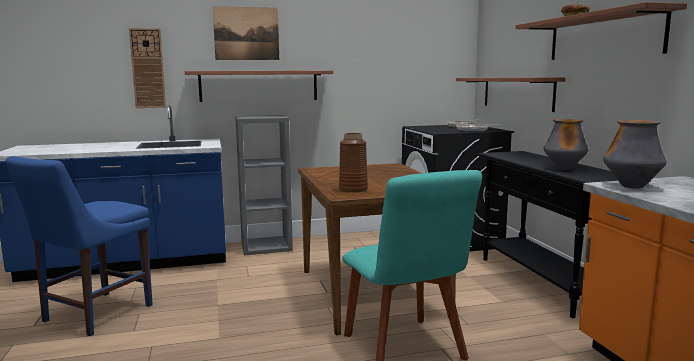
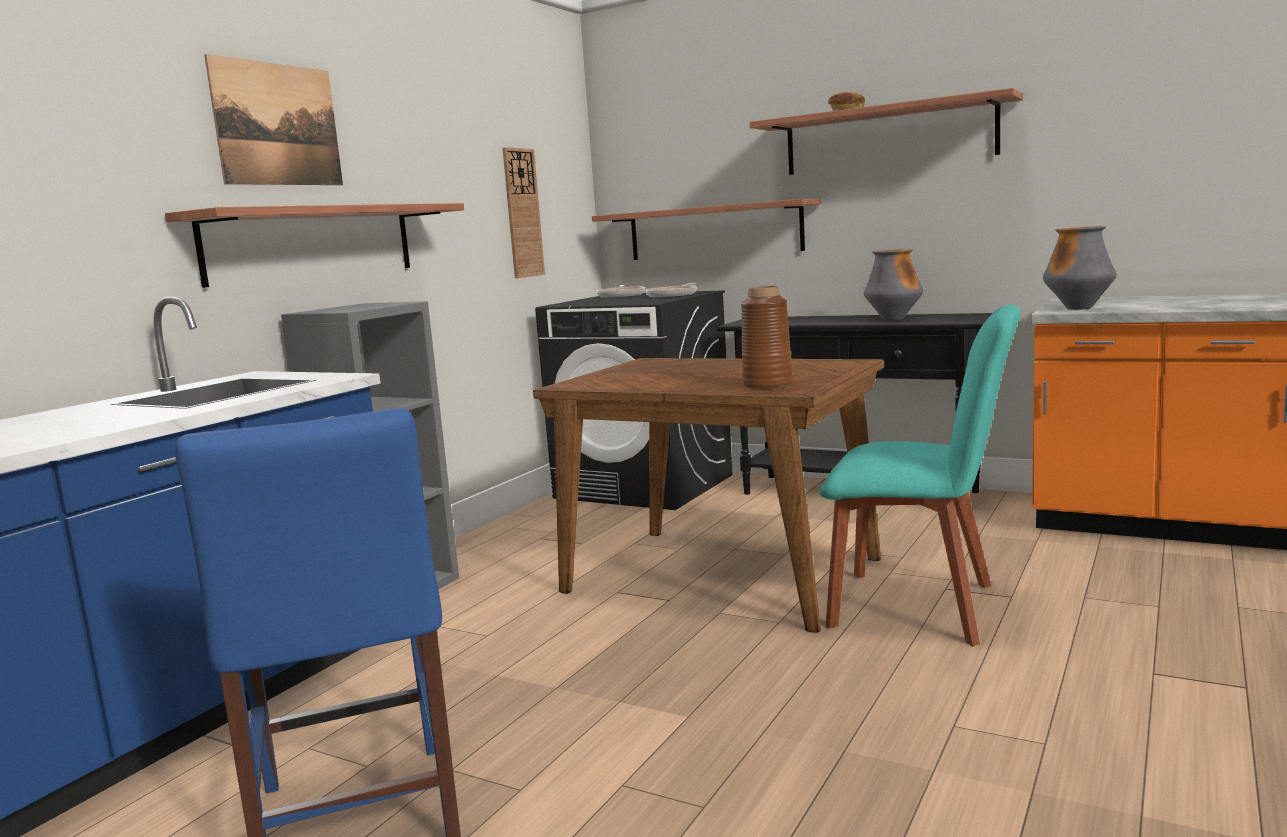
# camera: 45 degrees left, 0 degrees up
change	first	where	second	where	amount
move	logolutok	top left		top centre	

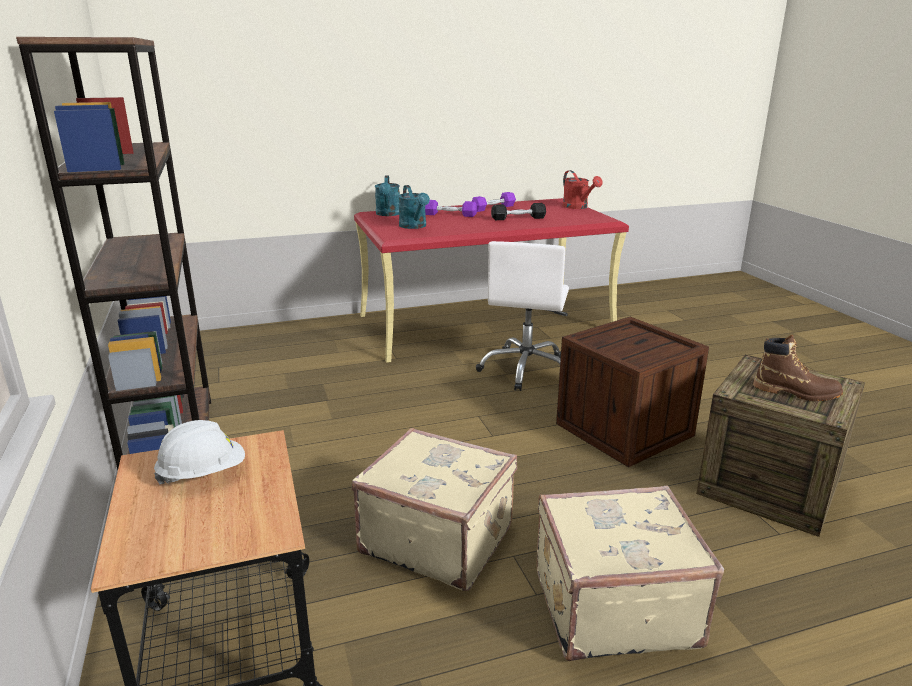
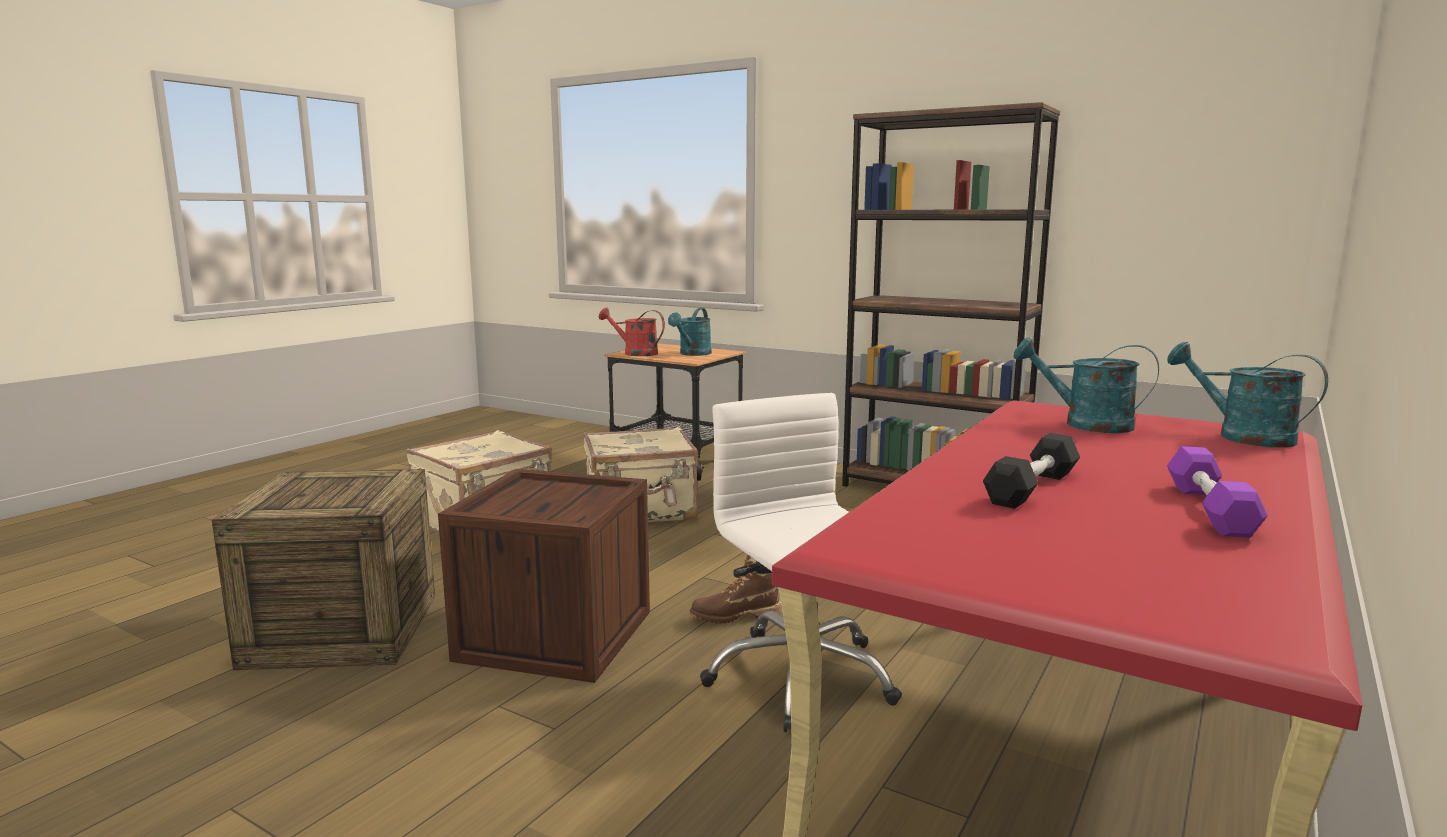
# camera: 140 degrees right, 10 degrees down
change	first	where	second	where	amount
delete	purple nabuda (1st from left)	top centre			
move	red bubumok	top centre		centre	
move	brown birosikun	middle right		bottom centre	
replace	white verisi	middle left	turquoise bubumok (1st from left)	centre	

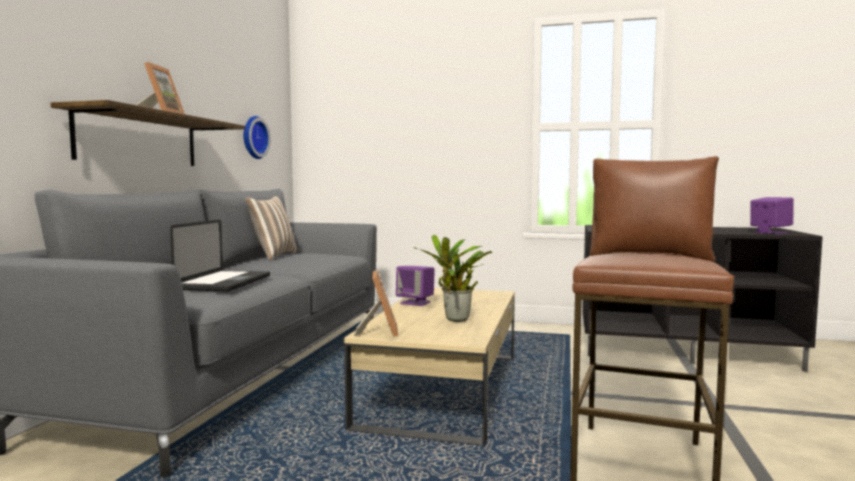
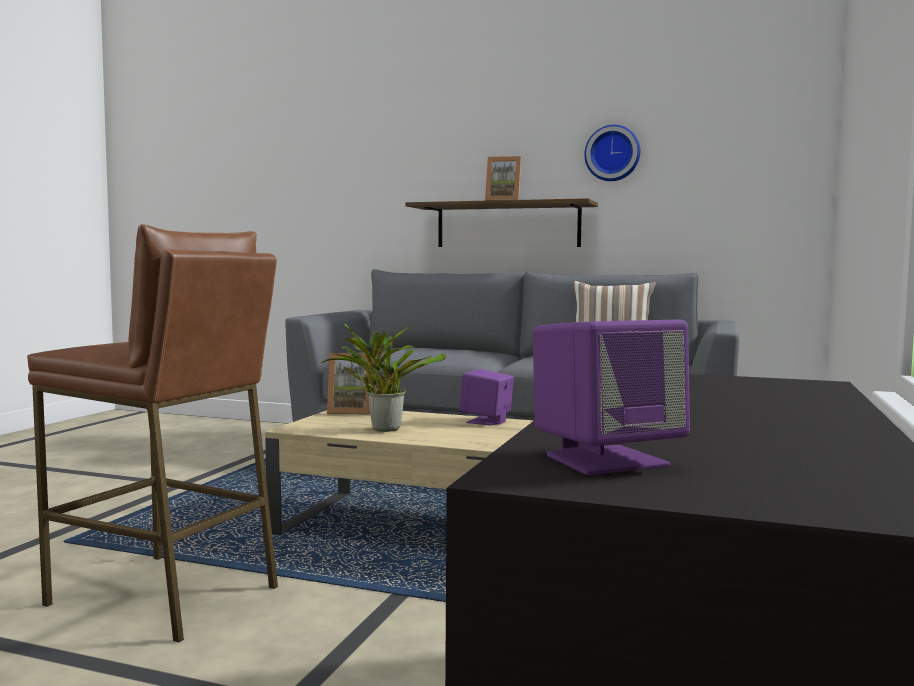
# camera: 95 degrees right, 0 degrees up
change	first	where	second	where	amount
delete	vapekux	middle left			
move	logolutok	top left		top right	

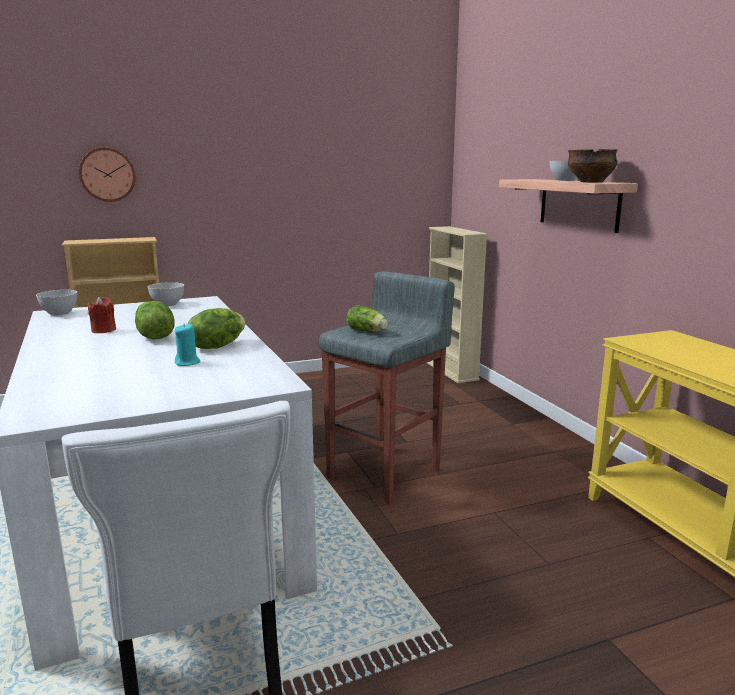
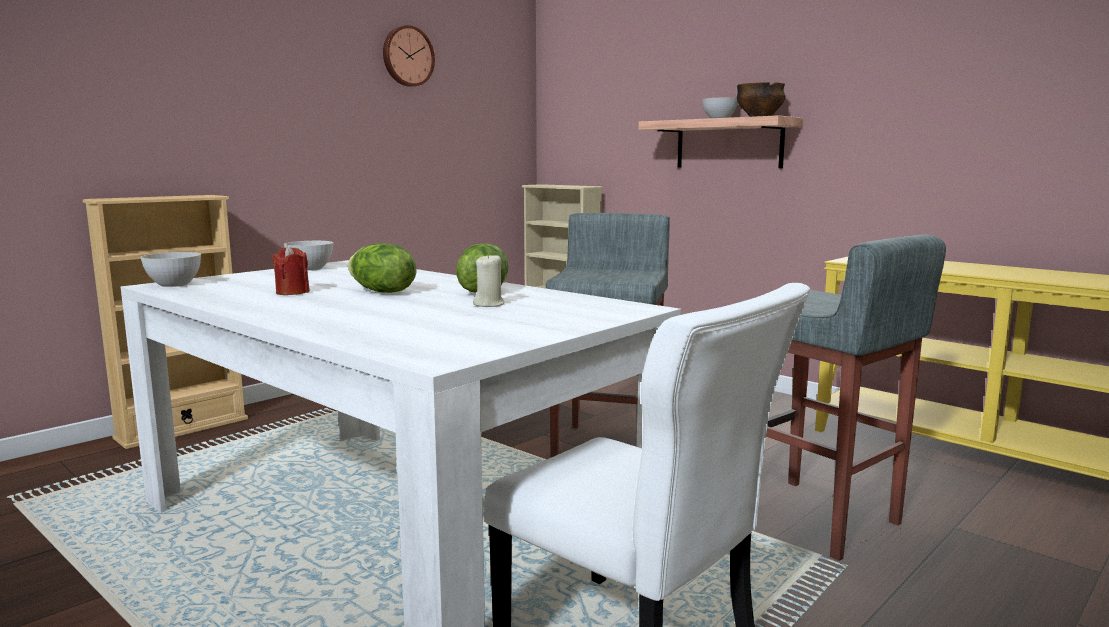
# camera: 25 degrees left, 5 degrees down
change	first	where	second	where	amount
delete	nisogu (3rd from left)	centre			
insert			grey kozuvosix (2nd from left)	middle right	
move	logolutok	top left		top centre	
recolor	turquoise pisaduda	middle left	beige pisaduda	centre	

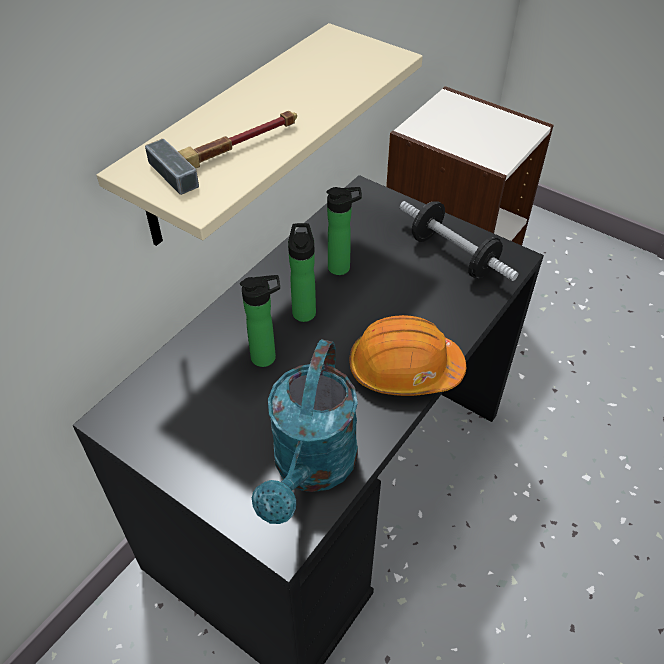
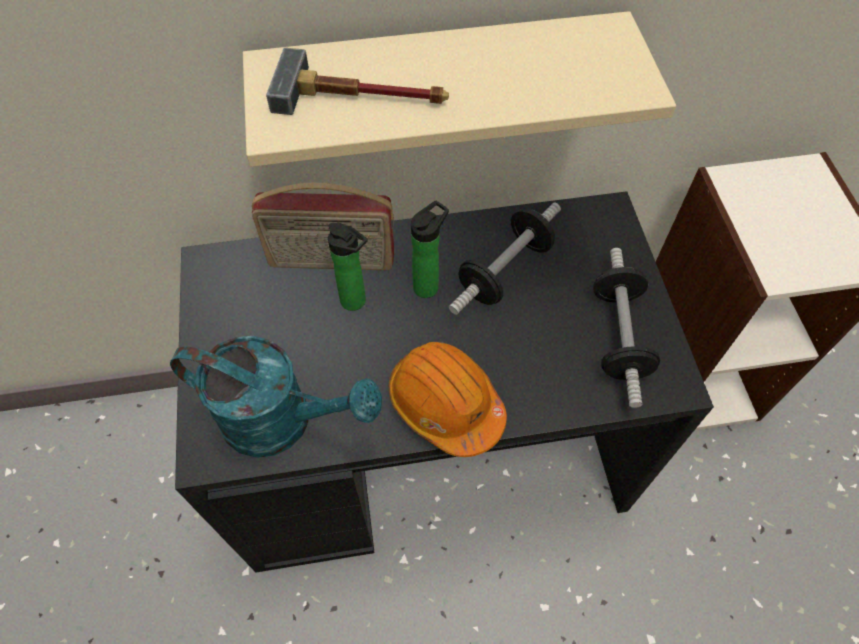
# camera: 45 degrees right, 10 degrees up
change	first	where	second	where	amount
insert			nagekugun	centre	
replace	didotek (3rd from left)	centre	nabuda (1st from left)	centre	
rotate	turquoise bubumok	centre		middle left	135 degrees counterclockwise

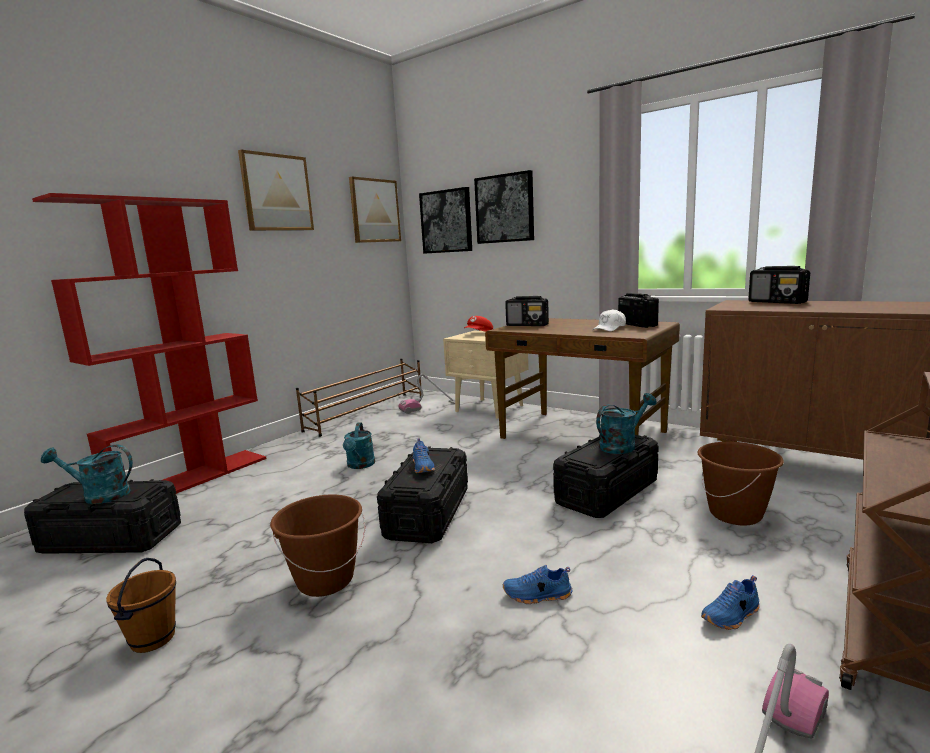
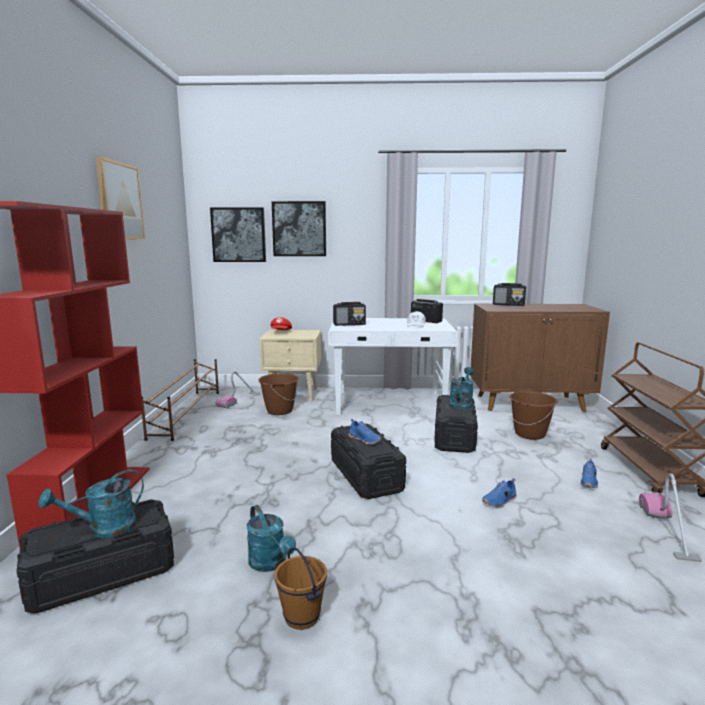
# camera: 35 degrees left, 0 degrees up
change	first	where	second	where	amount
delete	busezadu (2nd from left)	top centre			
move	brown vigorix (2nd from left in the first image)	bottom centre	brown vigorix (1st from left)	centre	
move	turquoise bubumok (2nd from left)	centre		bottom centre	
recolor	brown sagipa	centre	white sagipa	centre	

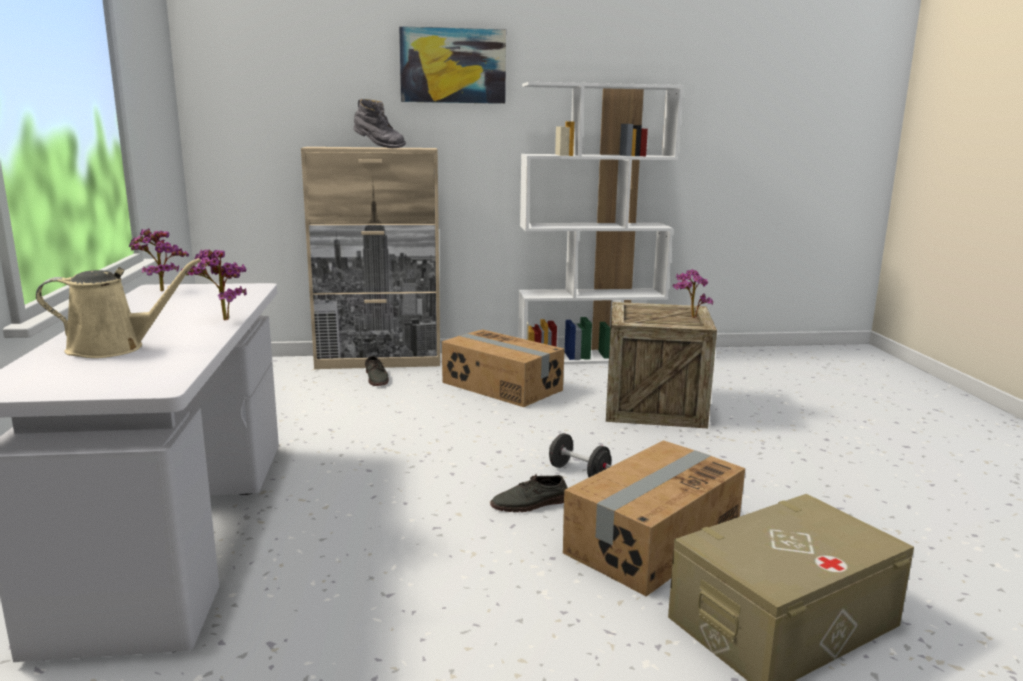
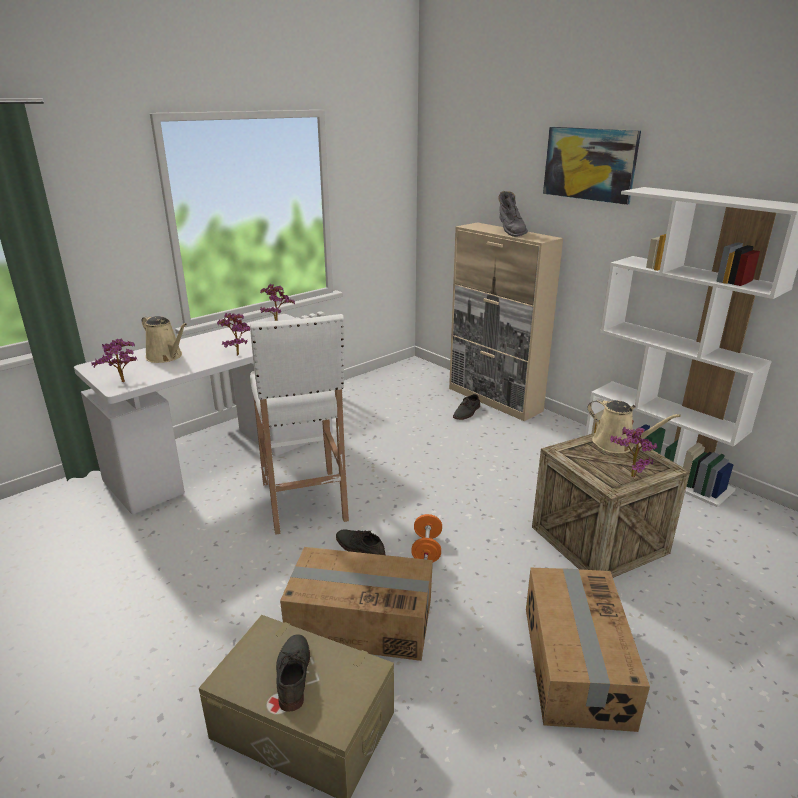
# camera: 55 degrees right, 10 degrees up
change	first	where	second	where	amount
insert			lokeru (1st from left)	middle left	
insert			white kozuvosix	centre	
insert			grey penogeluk (1st from left)	bottom centre	
insert			beige bubumok (2nd from left)	middle right	
move	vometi (1st from left in the first image)	centre	vometi (2nd from left)	bottom right	
recolor	black nabuda	bottom centre	orange nabuda	bottom centre	

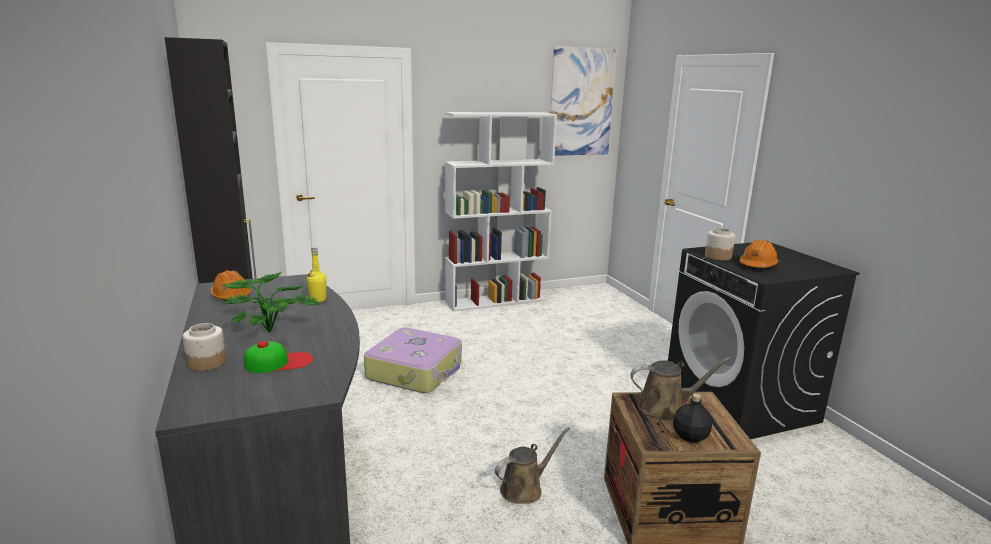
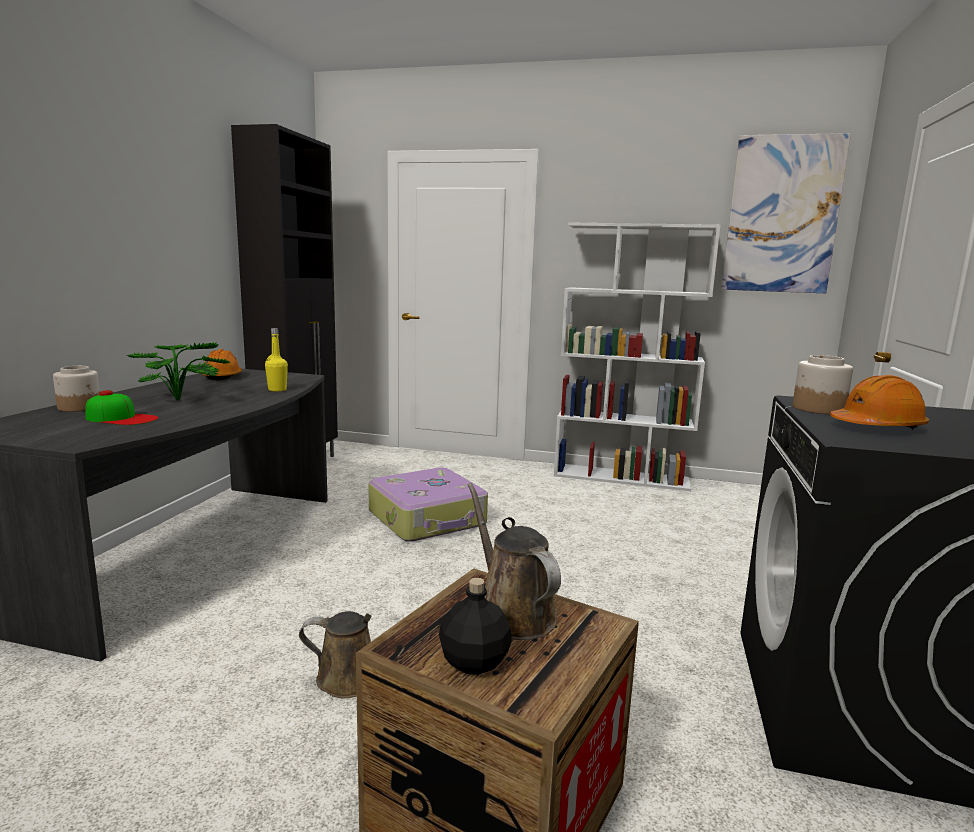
# camera: 35 degrees right, 5 degrees down
change	first	where	second	where	amount
rotate	brown bubumok (2nd from left)	bottom right		bottom centre	150 degrees counterclockwise

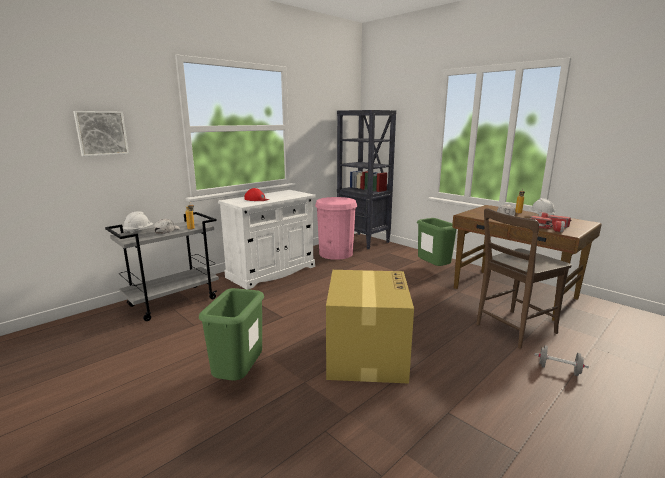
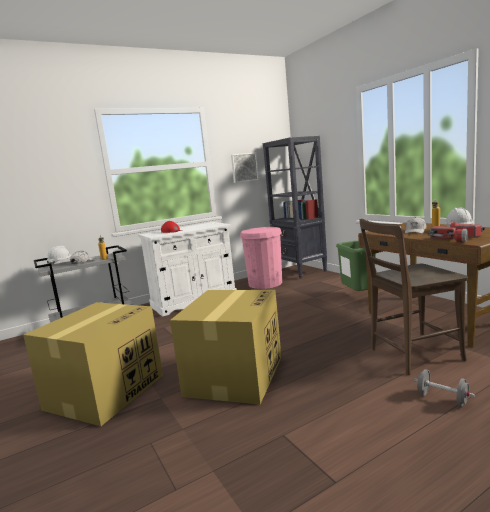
# camera: 15 degrees right, 5 degrees down
change	first	where	second	where	amount
move	busezadu	top left		top centre	
replace	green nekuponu (1st from left)	bottom centre	vometi (1st from left)	bottom left	

